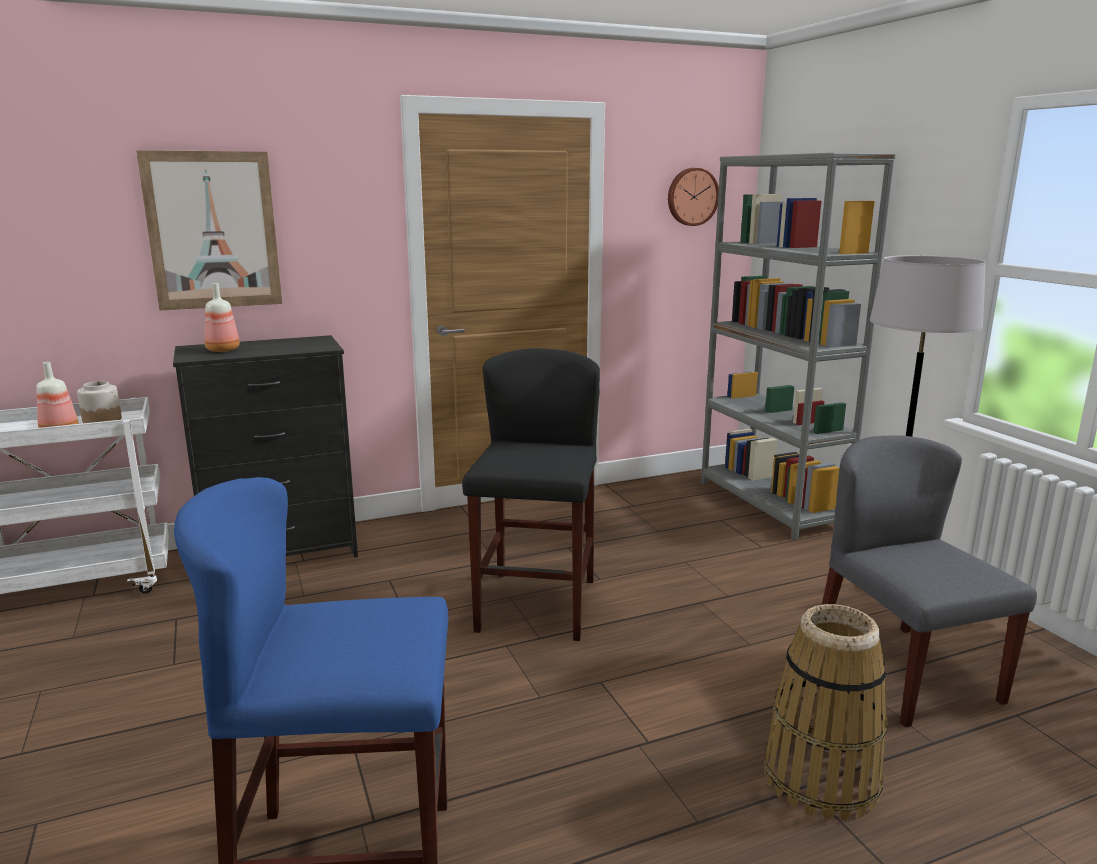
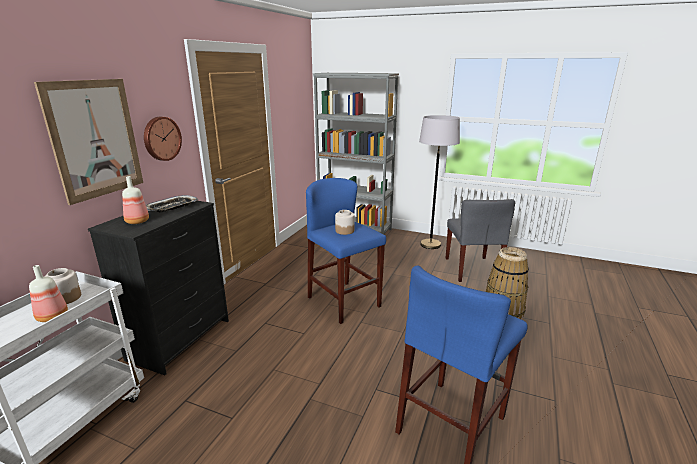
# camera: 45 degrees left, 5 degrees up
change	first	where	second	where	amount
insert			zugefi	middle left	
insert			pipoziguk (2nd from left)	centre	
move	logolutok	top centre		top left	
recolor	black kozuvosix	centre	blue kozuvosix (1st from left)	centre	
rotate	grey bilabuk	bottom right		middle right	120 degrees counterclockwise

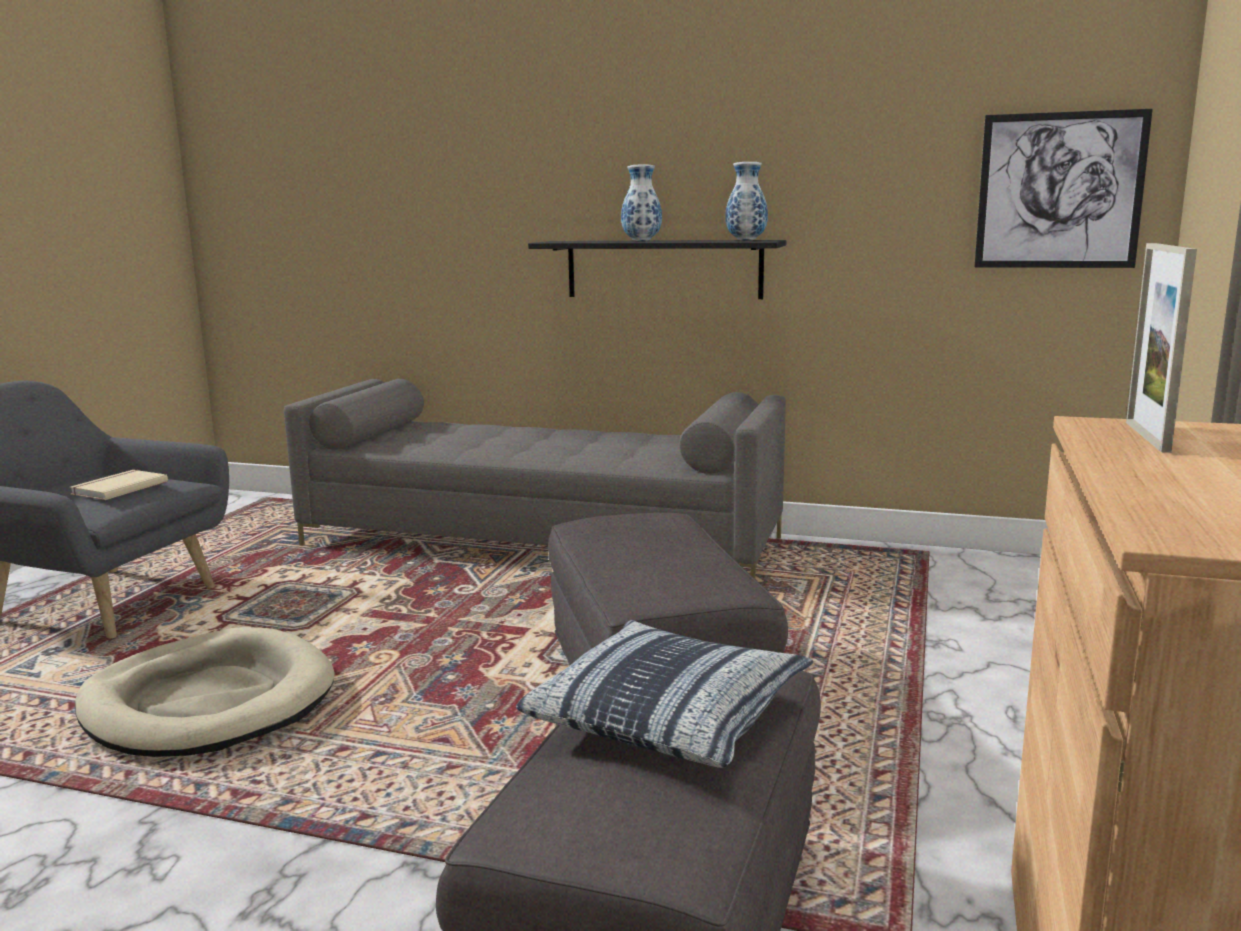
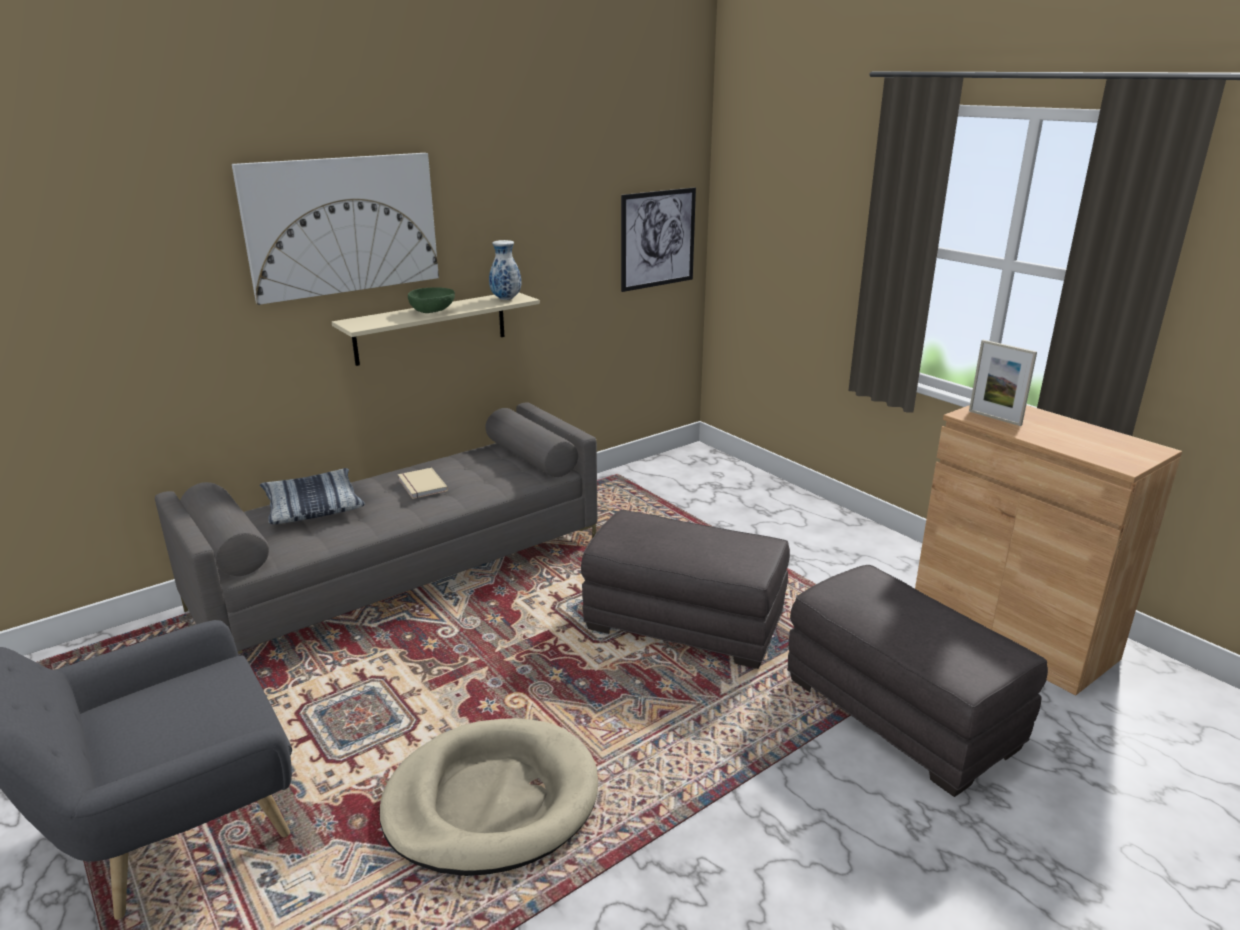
# camera: 55 degrees left, 10 degrees up
change	first	where	second	where	amount
insert			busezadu (1st from left)	top left	
move	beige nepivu	middle left		centre	
move	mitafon	bottom centre		middle left	
replace	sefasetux (1st from left)	top centre	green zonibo	top centre	
recolor	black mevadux	top centre	beige mevadux	centre	

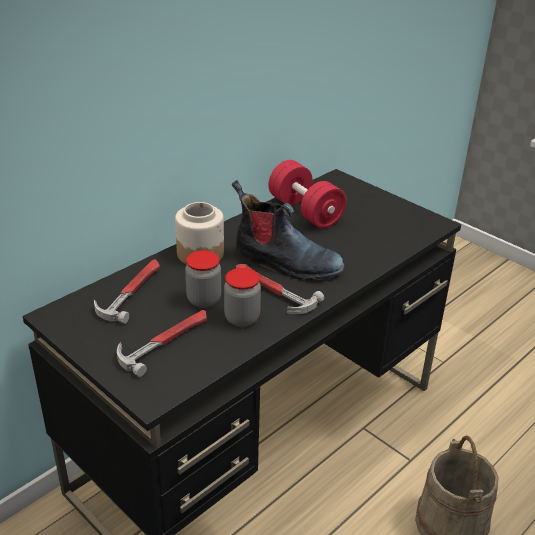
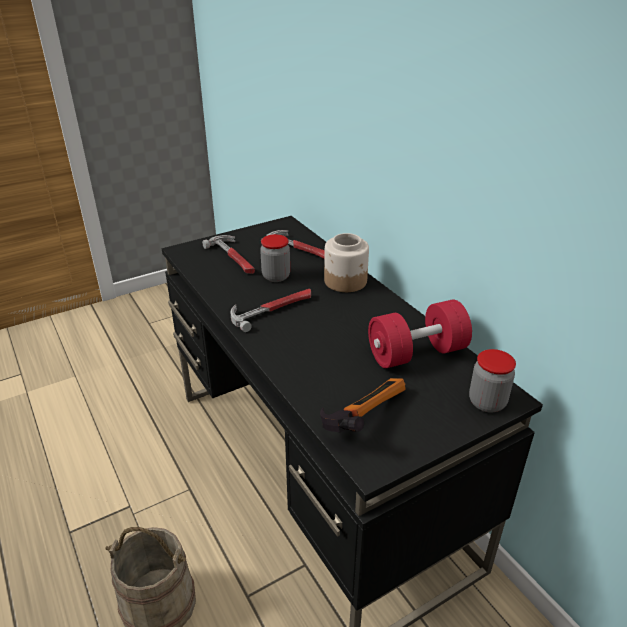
# camera: 105 degrees right, 0 degrees up
change	first	where	second	where	amount
delete	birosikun	centre			
insert			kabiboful (4th from left)	centre	
move	pipoziguk (3rd from left)	centre		middle right	

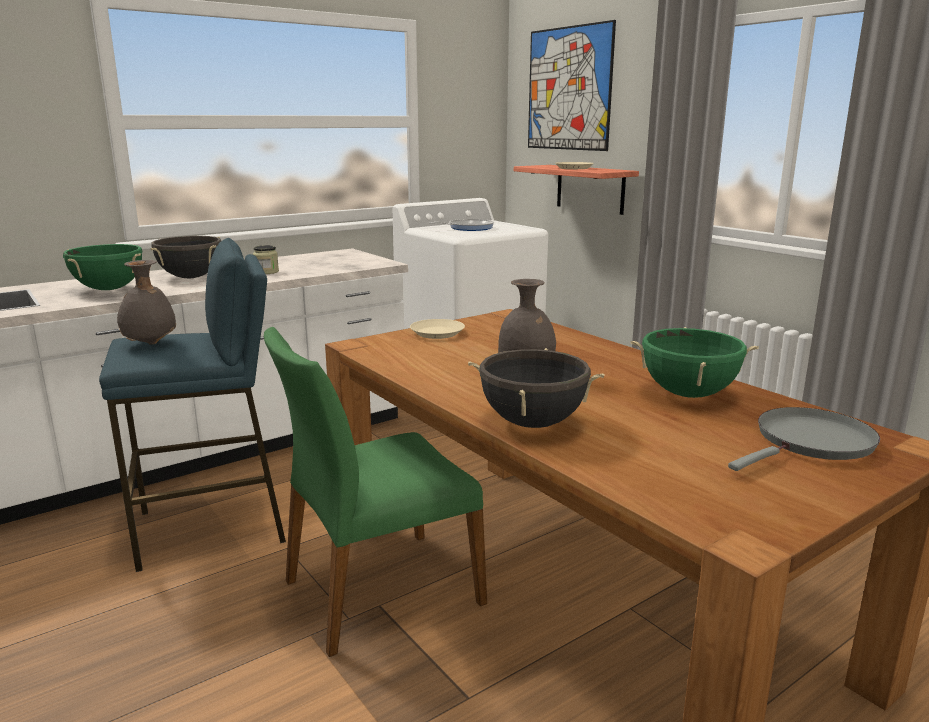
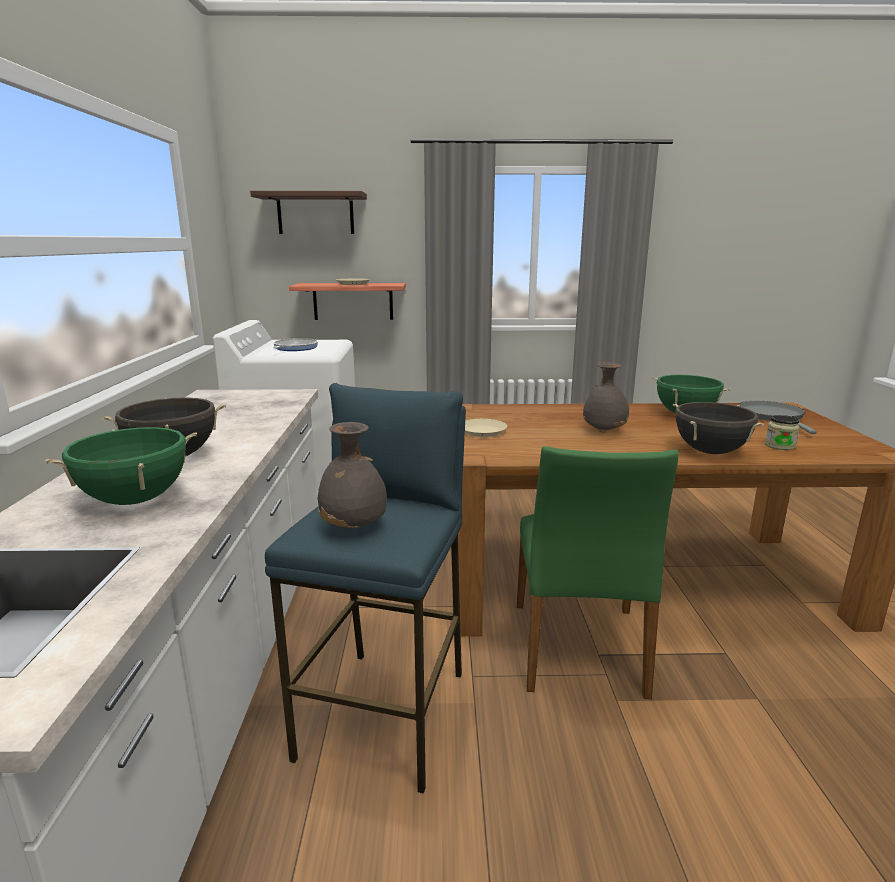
# camera: 55 degrees left, 0 degrees up
change	first	where	second	where	amount
move	pipoziguk	middle left		middle right	
replace	busezadu	top centre	mevadux (1st from left)	top centre	

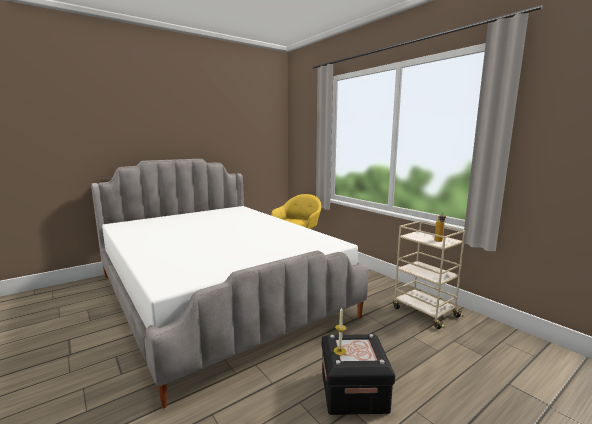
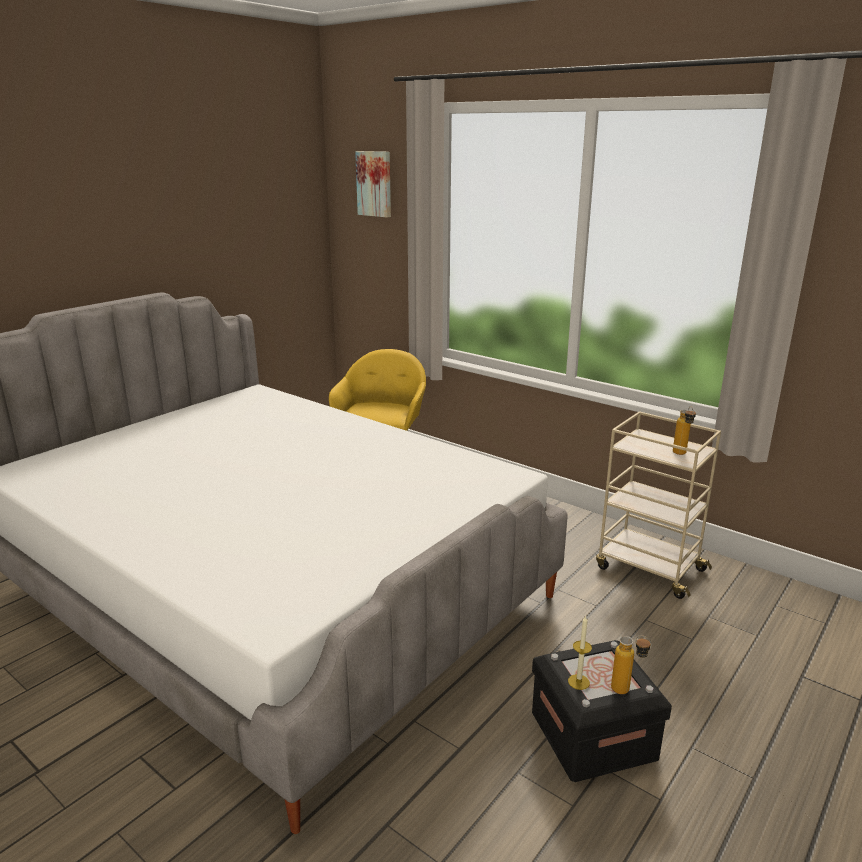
# camera: 15 degrees left, 10 degrees up
change	first	where	second	where	amount
insert			busezadu	top centre	
insert			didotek (1st from left)	bottom right	

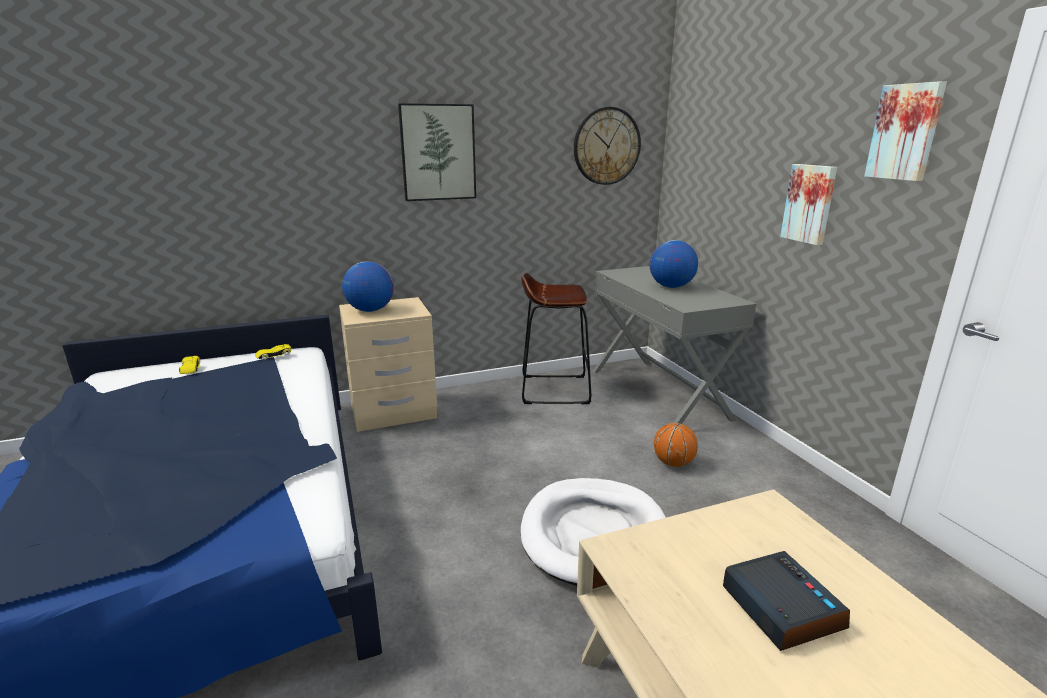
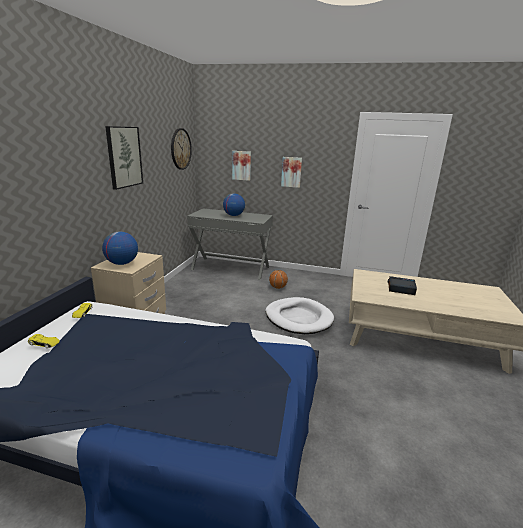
# camera: 55 degrees left, 0 degrees up
change	first	where	second	where	amount
delete	brown kozuvosix	centre			
move	busezadu (3rd from left in the first image)	top right	busezadu (2nd from left)	top centre	

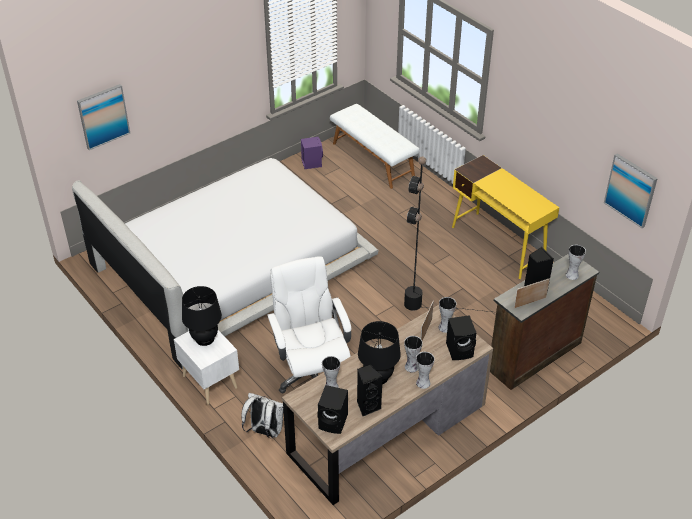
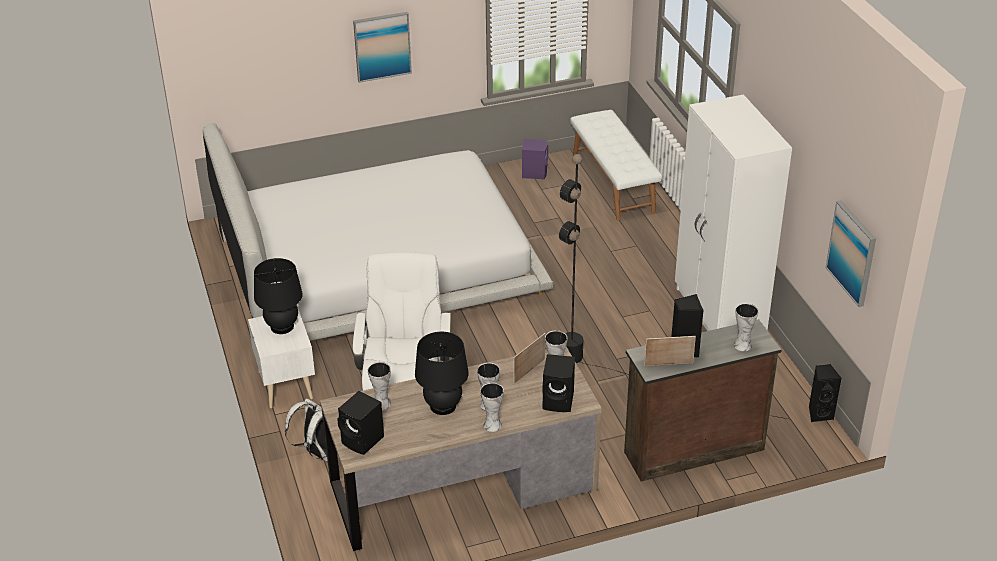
# camera: 20 degrees right, 5 degrees down
change	first	where	second	where	amount
move	busezadu (1st from left)	top left		top centre	
move	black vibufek (2nd from left in the first image)	bottom centre	black vibufek (4th from left)	bottom right	
replace	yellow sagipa	middle right	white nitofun	middle right	

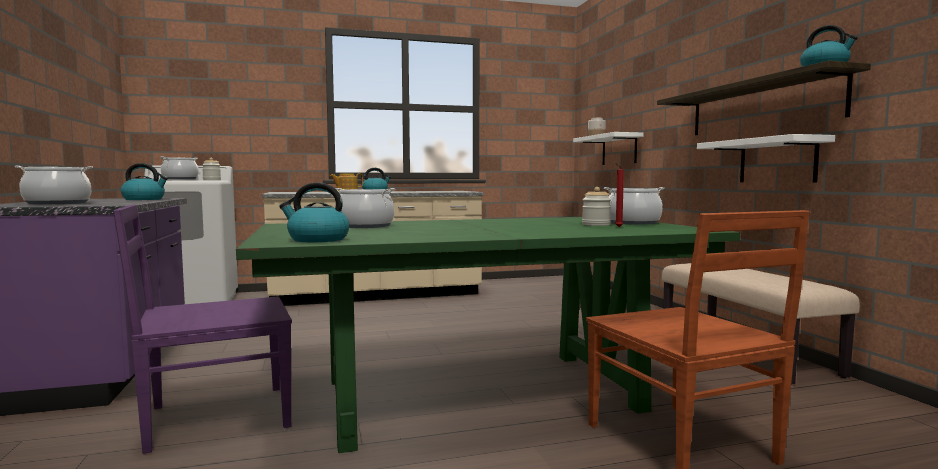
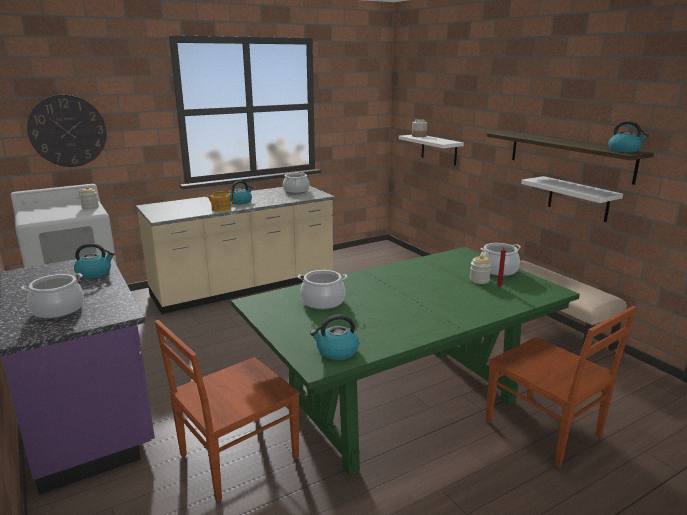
# camera: 15 degrees left, 15 degrees up
change	first	where	second	where	amount
insert			logolutok	top left	
move	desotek (2nd from left)	middle left		centre	
recolor	purple bilabuk	bottom left	brown bilabuk (1st from left)	bottom left	

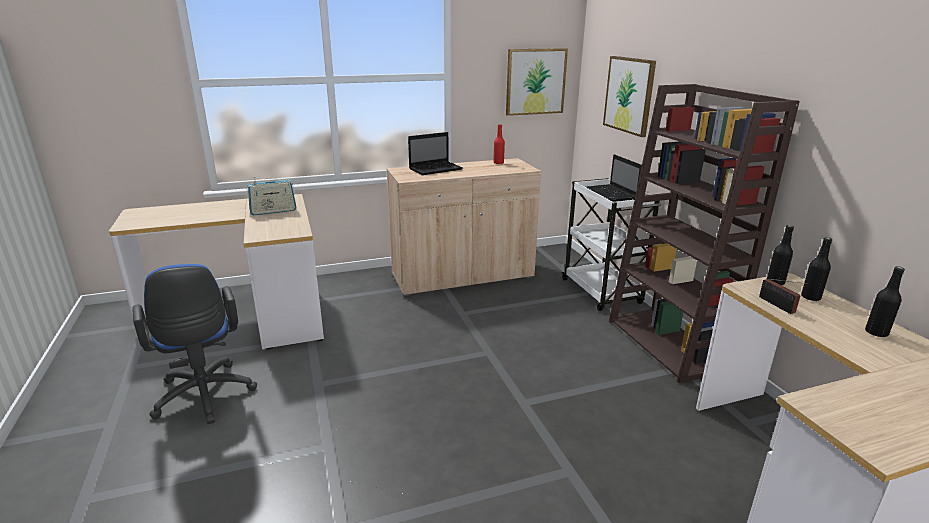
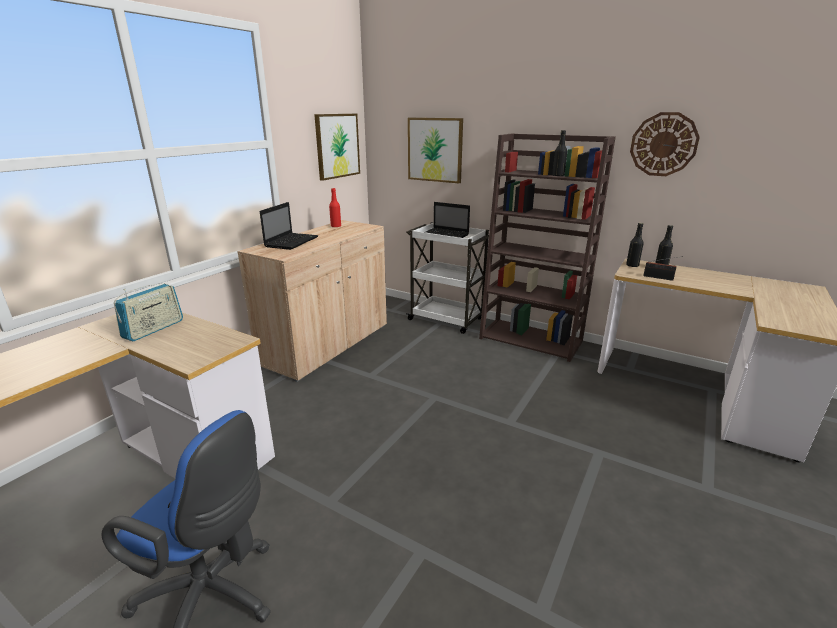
# camera: 40 degrees left, 0 degrees up
change	first	where	second	where	amount
insert			logolutok	top right	
move	black didotek (3rd from left in the first image)	middle right	black didotek (1st from left)	top right	

